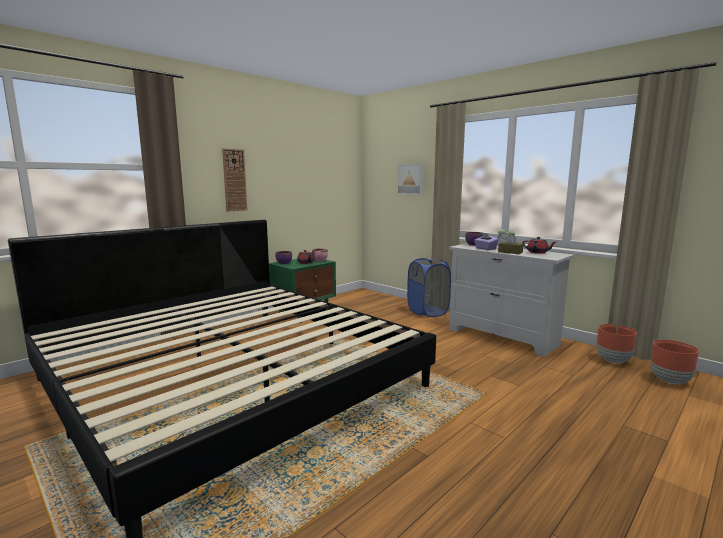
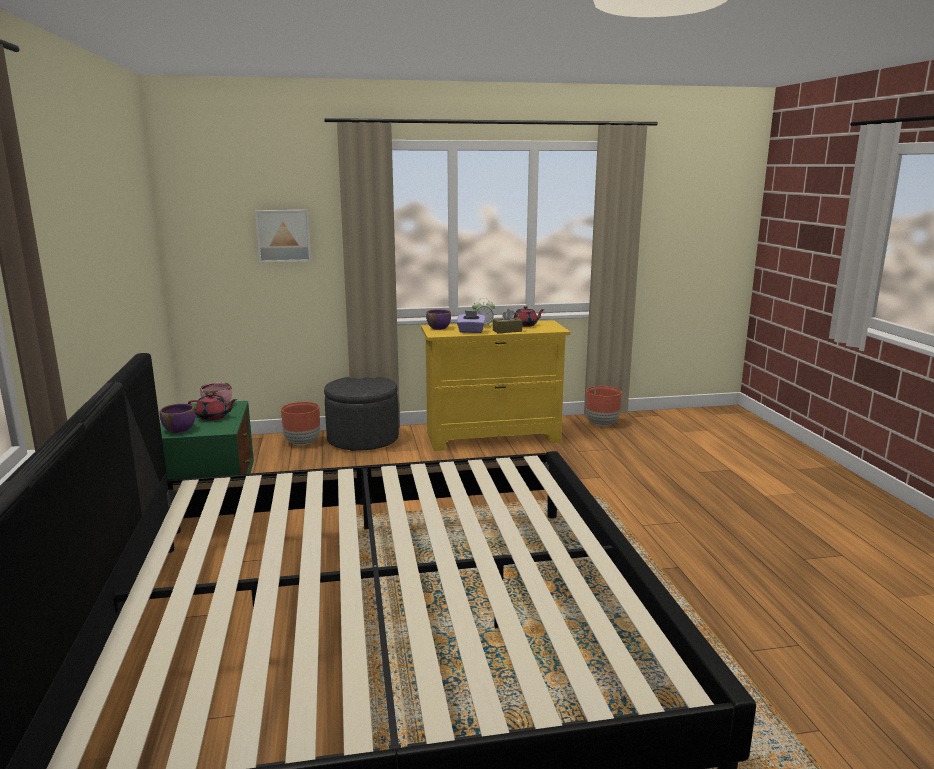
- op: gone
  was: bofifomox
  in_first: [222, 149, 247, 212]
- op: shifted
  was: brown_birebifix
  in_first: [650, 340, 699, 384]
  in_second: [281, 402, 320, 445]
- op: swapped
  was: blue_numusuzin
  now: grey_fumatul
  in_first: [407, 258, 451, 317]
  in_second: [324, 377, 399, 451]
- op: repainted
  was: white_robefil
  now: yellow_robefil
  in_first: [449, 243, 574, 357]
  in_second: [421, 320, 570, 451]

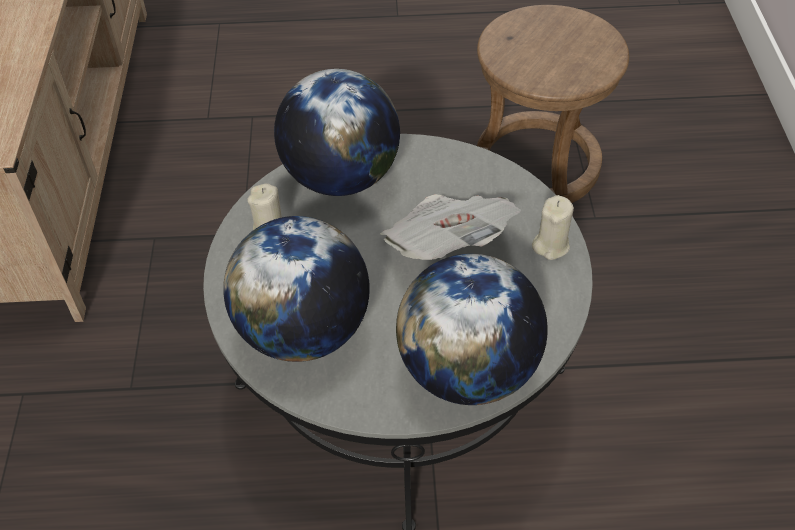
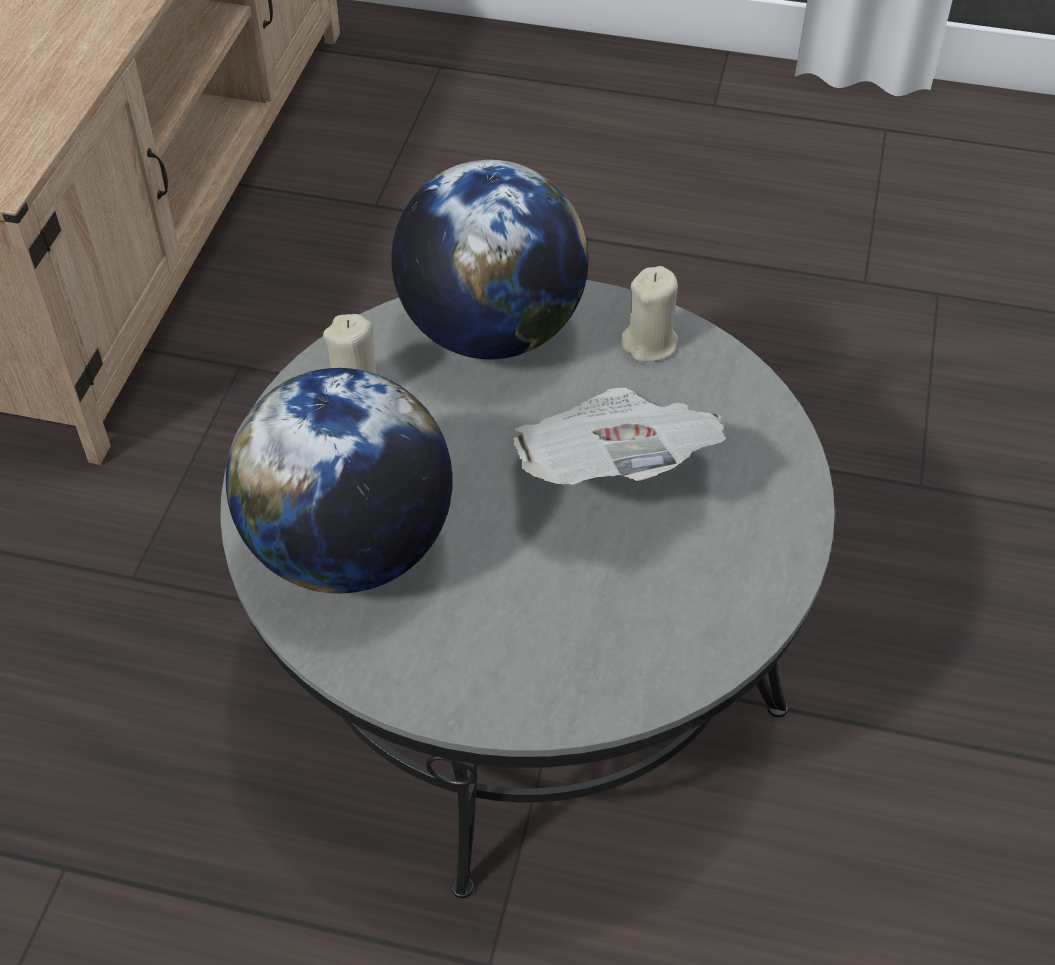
- op: gone
  was: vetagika
  in_first: [396, 254, 548, 405]
- op: gone
  was: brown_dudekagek
  in_first: [477, 5, 629, 203]
- op: shifted
  was: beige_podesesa
  in_first: [532, 195, 574, 260]
  in_second: [620, 266, 678, 362]

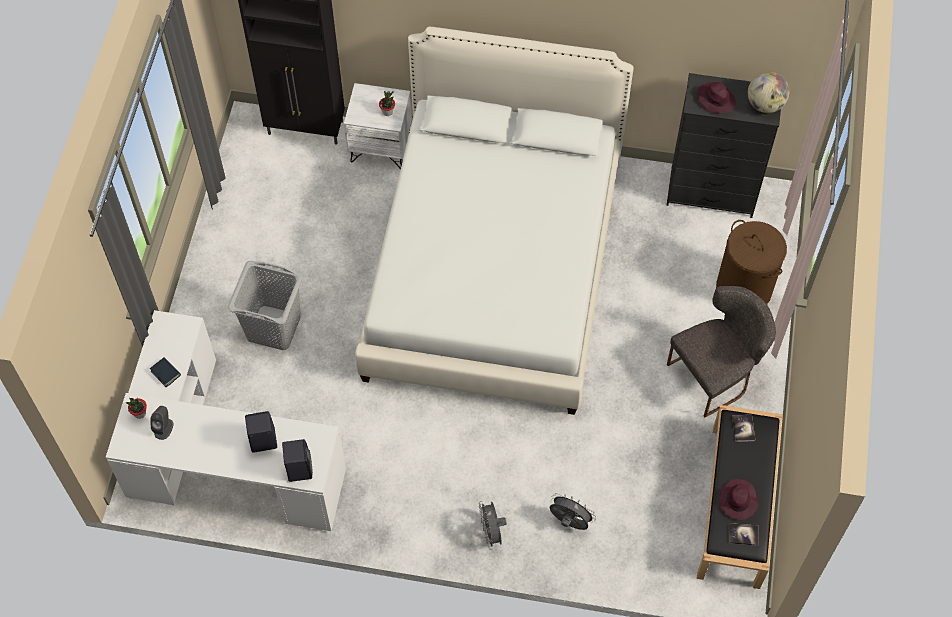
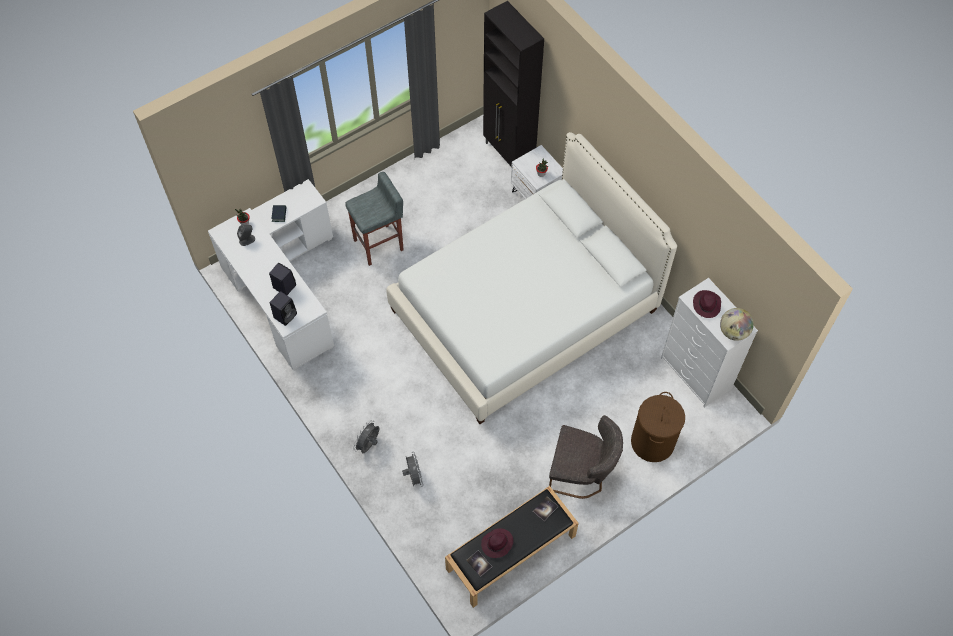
- op: swapped
  was: grey_numusuzin
  now: grey_dudekagek
  in_first: [228, 261, 303, 350]
  in_second: [345, 172, 404, 266]
- op: repainted
  was: black_robefil
  now: white_robefil
  in_first: [666, 73, 781, 218]
  in_second: [661, 278, 758, 408]

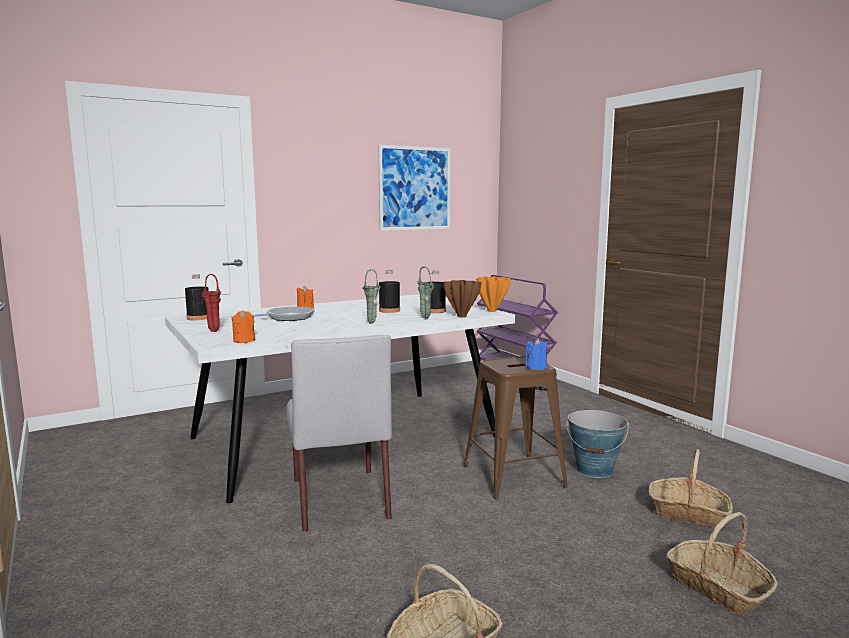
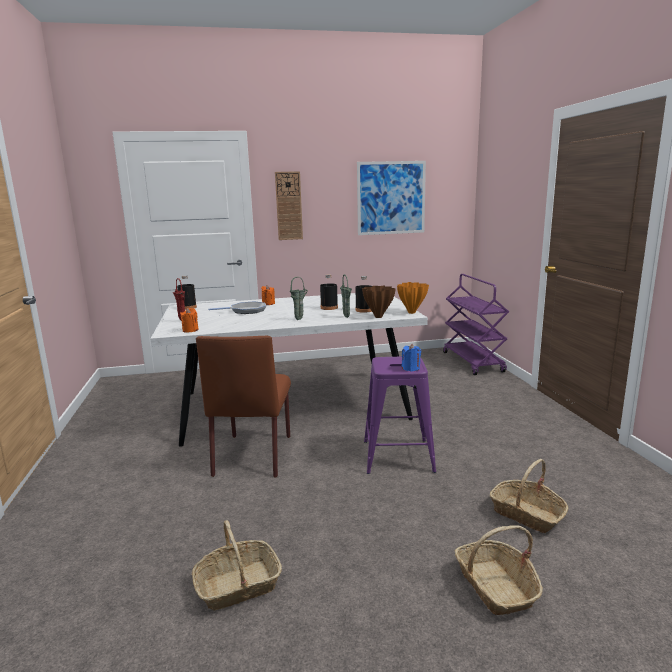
- op: gone
  was: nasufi
  in_first: [567, 410, 629, 478]
- op: new
  now: bofifomox
  in_second: [275, 171, 303, 240]
- op: repainted
  was: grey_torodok
  now: brown_torodok
  in_first: [286, 335, 392, 532]
  in_second: [196, 336, 291, 477]
- op: repainted
  was: brown_dudekagek
  now: purple_dudekagek
  in_first: [464, 356, 568, 499]
  in_second: [364, 357, 436, 474]

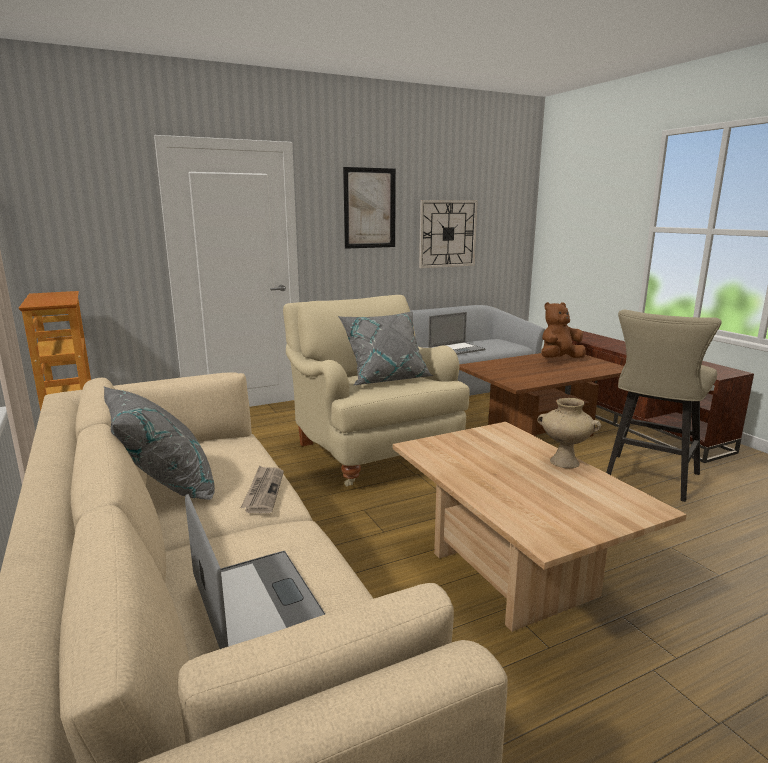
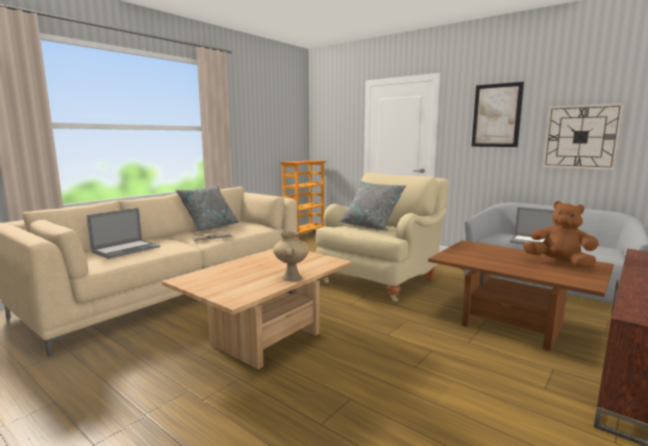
- op: gone
  was: beige_dudekagek
  in_first: [606, 310, 722, 502]

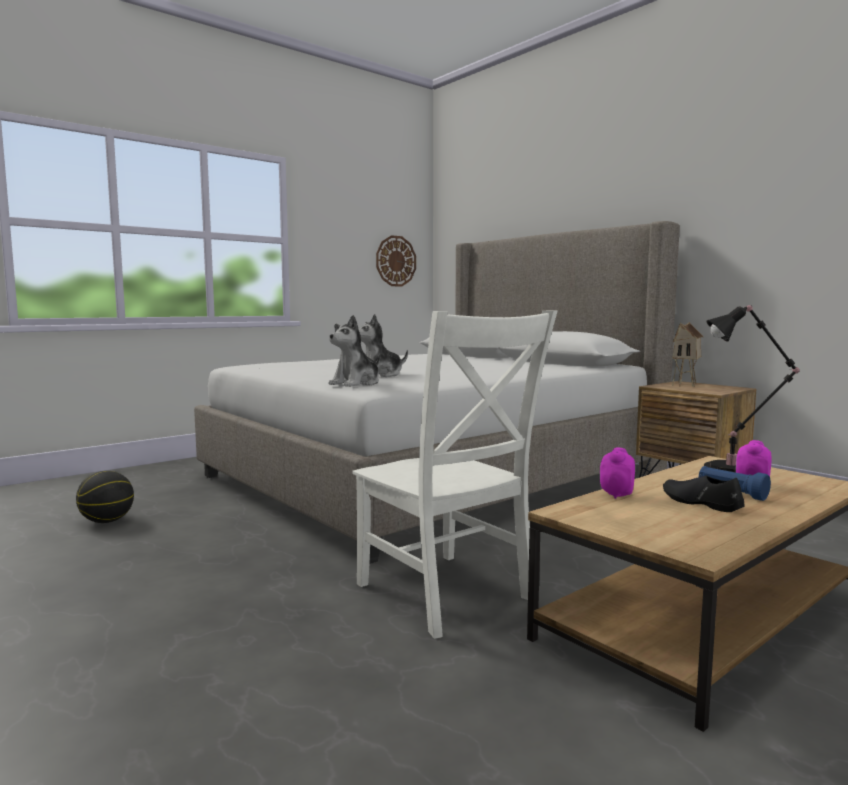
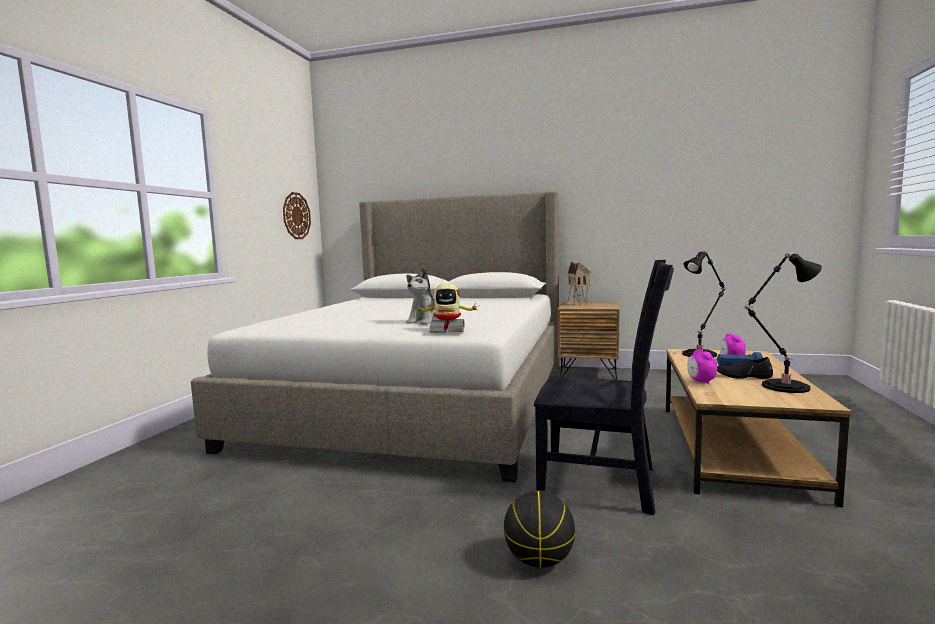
- op: new
  now: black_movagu
  in_second: [744, 253, 822, 393]
- op: shifted
  was: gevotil
  in_first: [76, 471, 134, 523]
  in_second: [504, 491, 575, 568]
- op: swapped
  was: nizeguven
  now: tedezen
  in_first: [329, 315, 380, 387]
  in_second: [416, 282, 479, 333]
- op: repainted
  was: white_torodok
  now: black_torodok
  in_first: [352, 311, 557, 639]
  in_second: [534, 260, 674, 515]

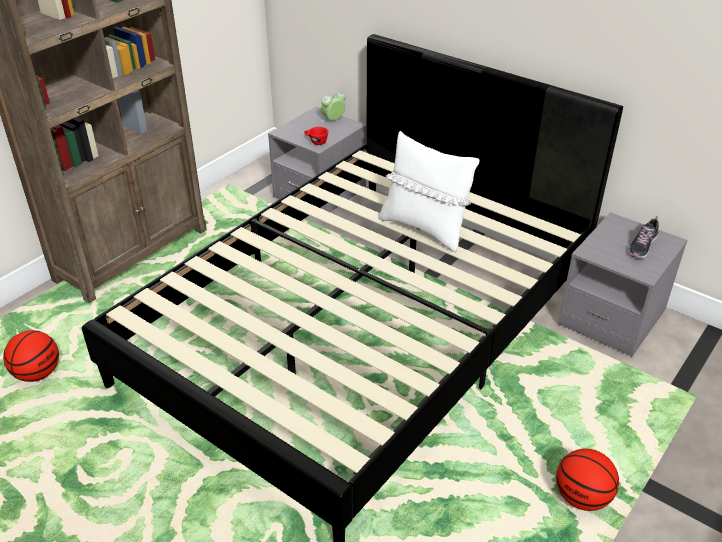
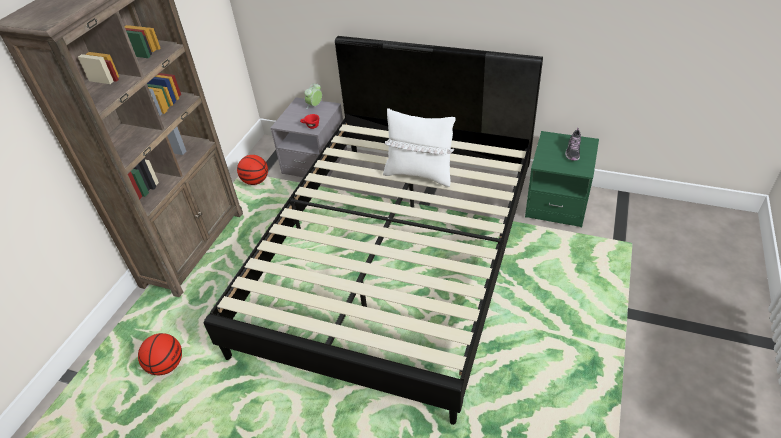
- op: shifted
  was: gevotil
  in_first: [556, 449, 619, 511]
  in_second: [237, 155, 268, 185]
- op: repainted
  was: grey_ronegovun
  now: green_ronegovun
  in_first: [558, 212, 688, 357]
  in_second: [525, 131, 599, 227]

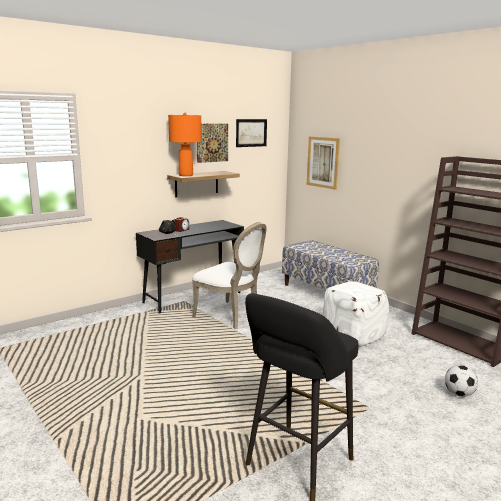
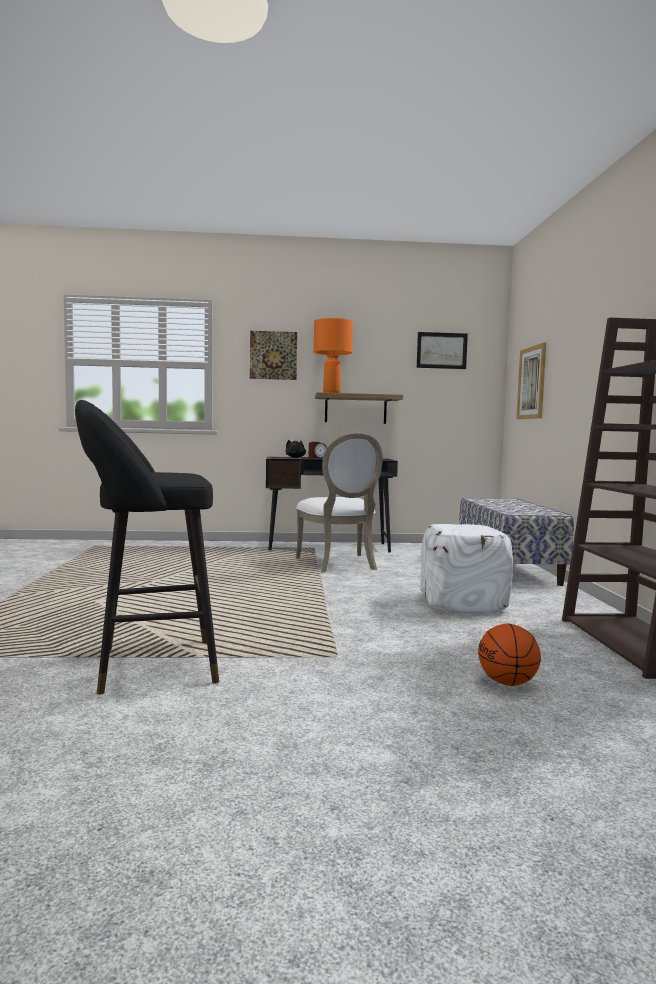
- op: shifted
  was: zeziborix
  in_first: [197, 124, 228, 163]
  in_second: [250, 331, 297, 380]
- op: swapped
  was: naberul
  now: gevotil
  in_first: [445, 365, 478, 397]
  in_second: [478, 624, 541, 686]

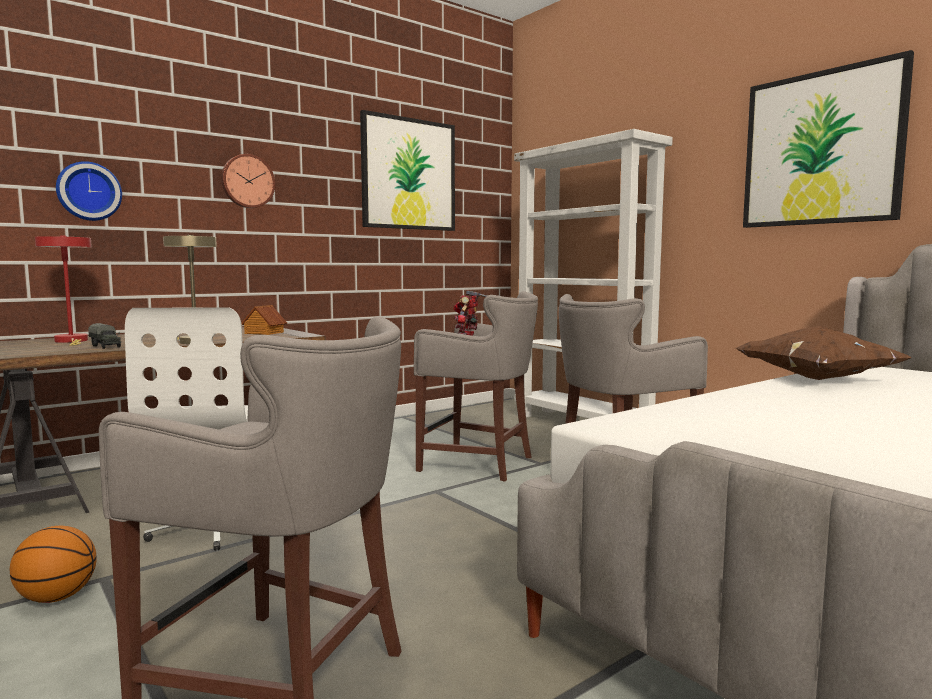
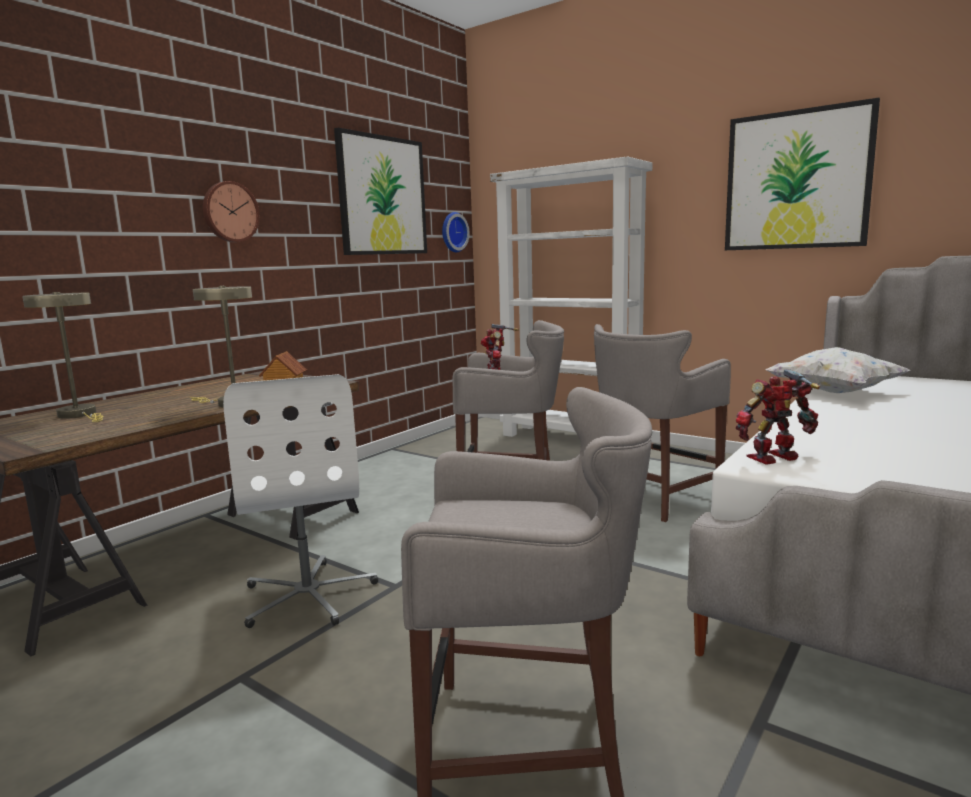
- op: gone
  was: gevotil
  in_first: [10, 526, 97, 603]
- op: gone
  was: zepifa
  in_first: [88, 323, 121, 349]
- op: new
  now: tedezen
  in_second: [736, 369, 820, 465]
- op: shifted
  was: bofifomox
  in_first: [56, 161, 122, 221]
  in_second: [442, 212, 469, 252]
- op: repainted
  was: red_movagu
  now: beige_movagu
  in_first: [35, 236, 92, 346]
  in_second: [22, 292, 104, 422]
- op: repainted
  was: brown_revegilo
  now: white_revegilo
  in_first: [735, 326, 911, 380]
  in_second: [766, 347, 911, 393]

